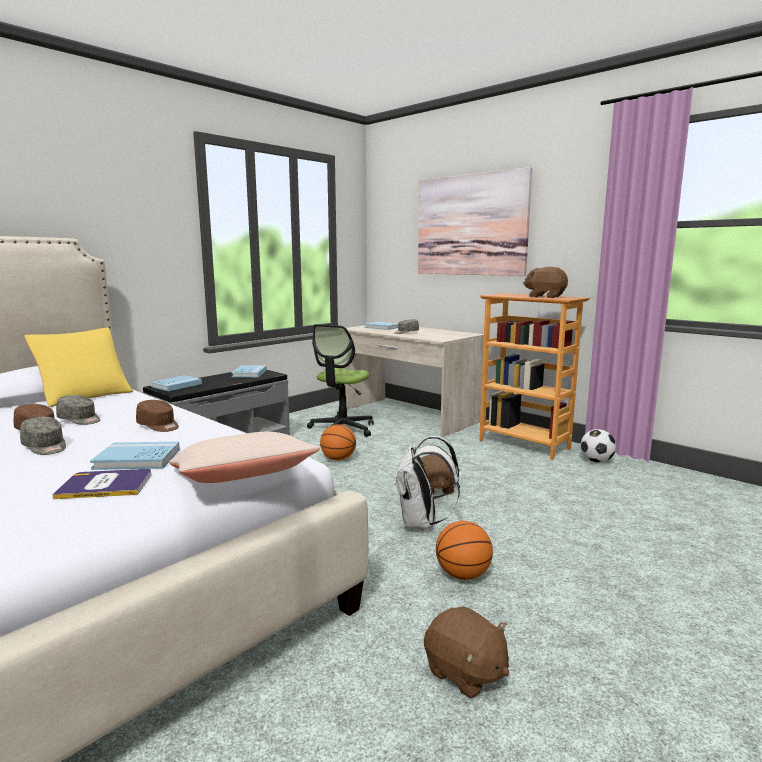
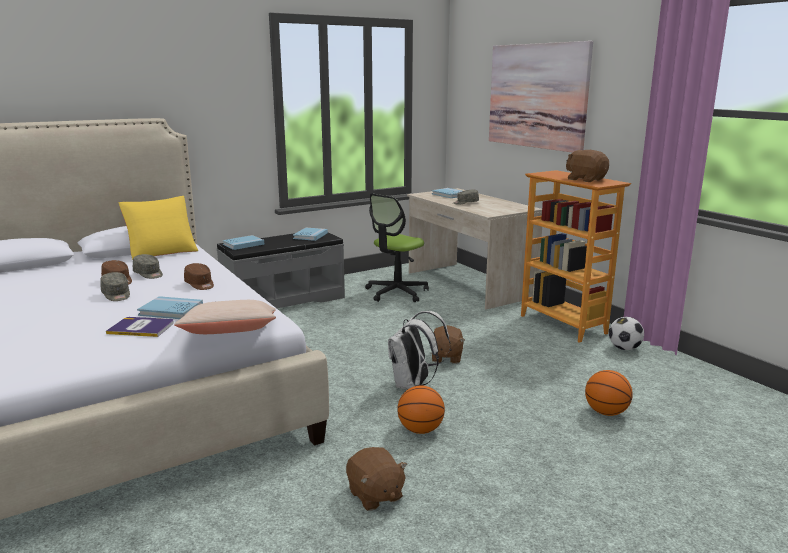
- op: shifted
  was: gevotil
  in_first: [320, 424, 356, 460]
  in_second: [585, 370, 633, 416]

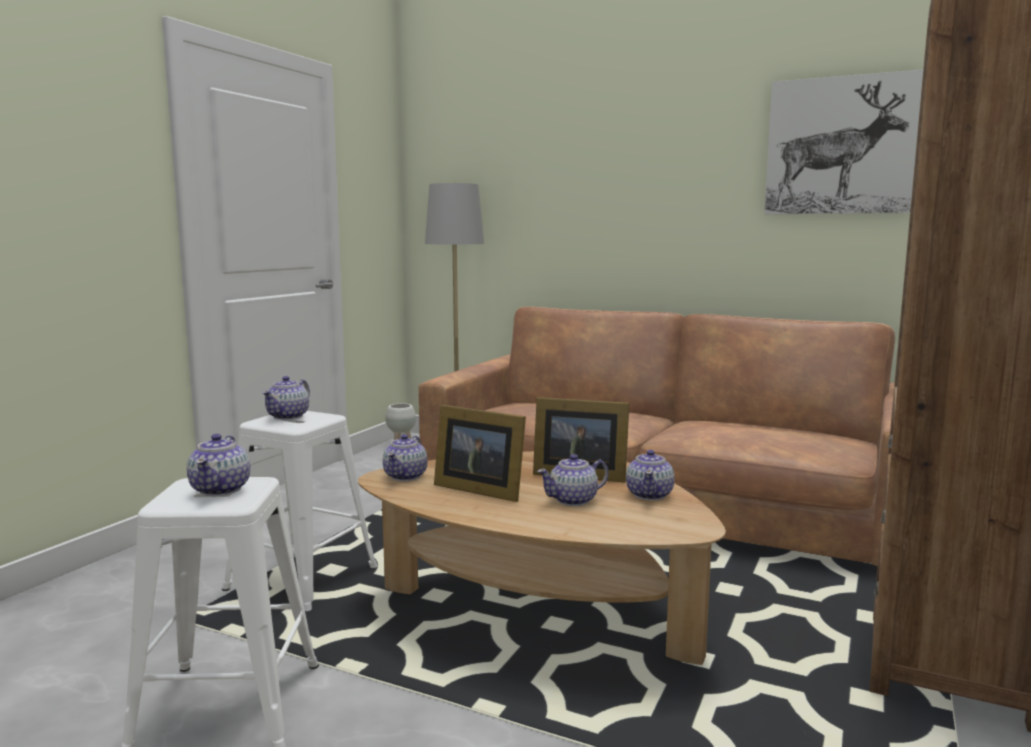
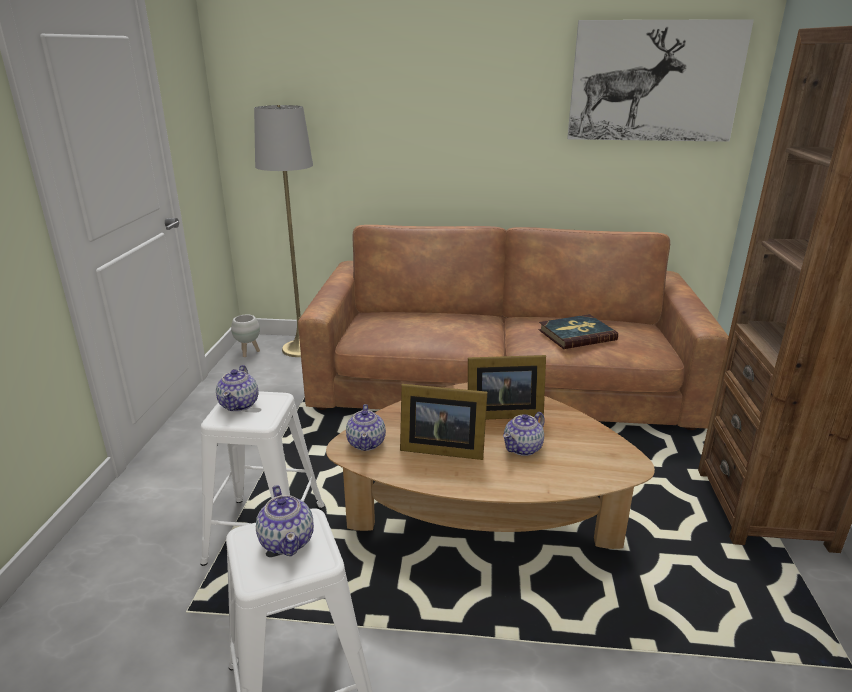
- op: gone
  was: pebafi
  in_first: [626, 450, 675, 500]
- op: new
  now: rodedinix
  in_second: [539, 314, 618, 349]

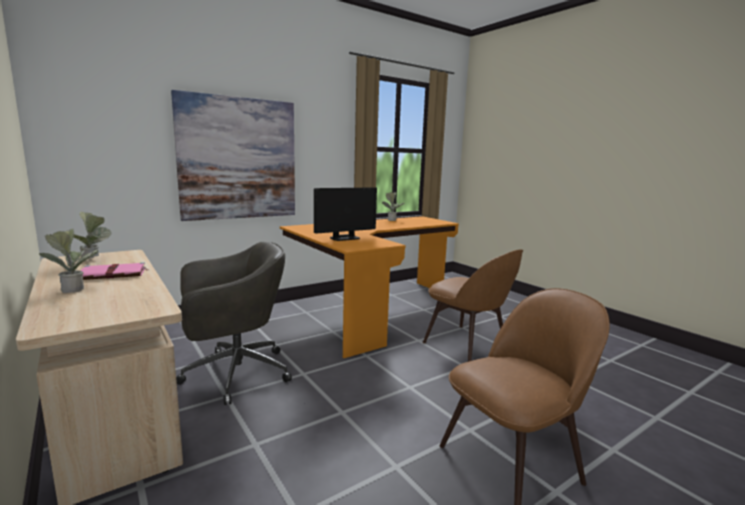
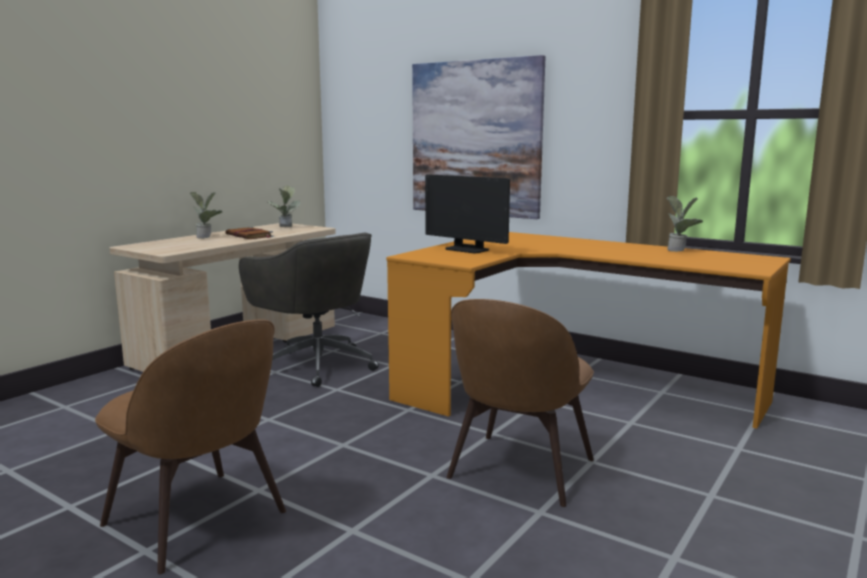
- op: repainted
  was: pink_rodedinix
  now: brown_rodedinix
  in_first: [81, 262, 149, 280]
  in_second: [225, 227, 274, 239]

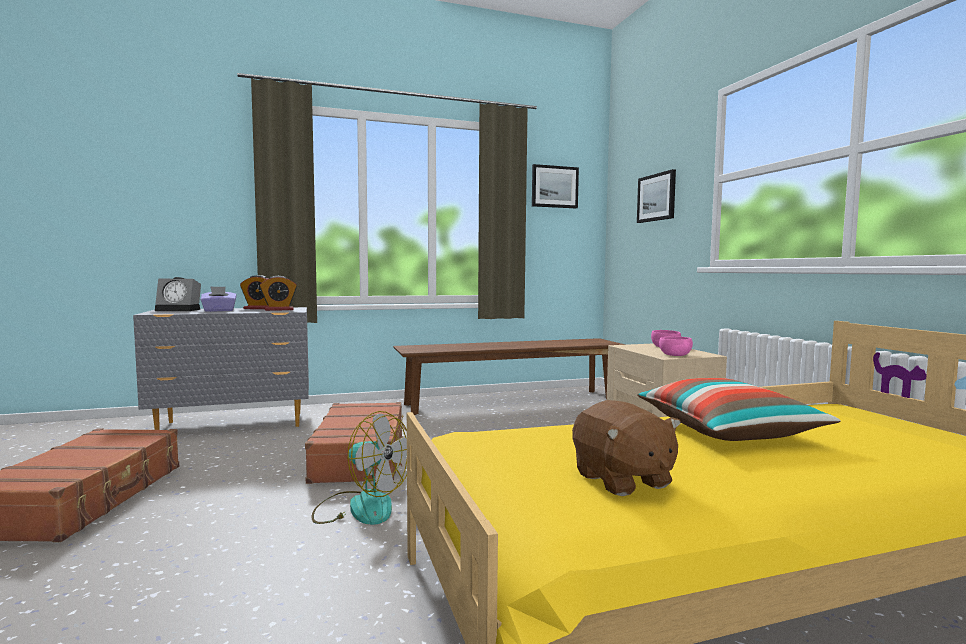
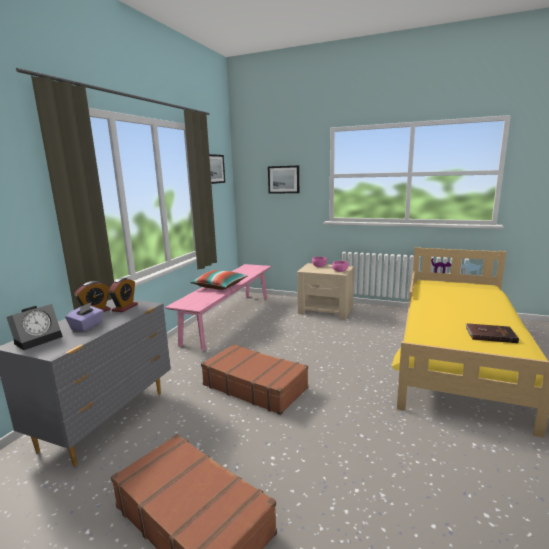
- op: gone
  was: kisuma
  in_first: [312, 411, 407, 525]
- op: shifted
  was: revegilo
  in_first: [637, 378, 841, 441]
  in_second: [190, 270, 248, 290]
- op: swapped
  was: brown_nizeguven
  now: brown_rodedinix
  in_first: [572, 400, 681, 496]
  in_second: [466, 323, 519, 343]
- op: repainted
  was: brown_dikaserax
  now: pink_dikaserax
  in_first: [393, 338, 625, 415]
  in_second: [165, 264, 271, 351]

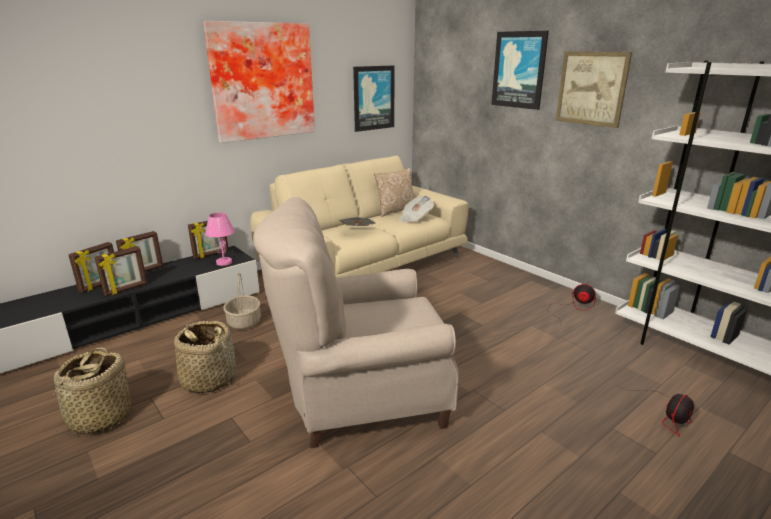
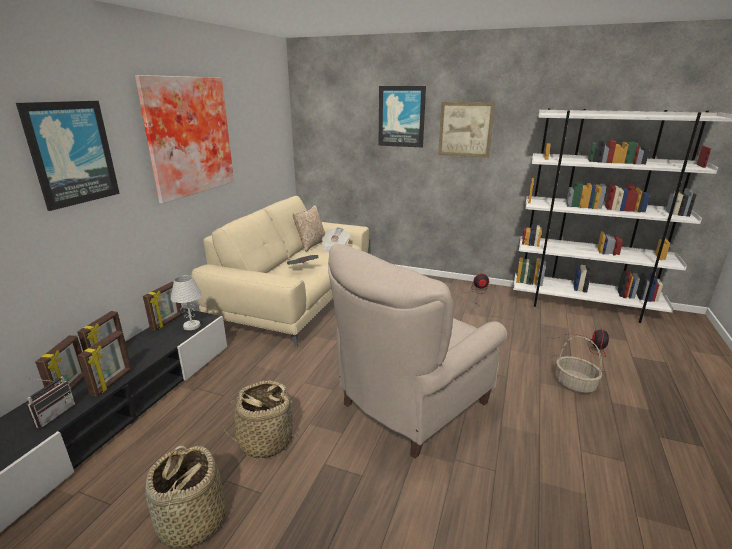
- op: new
  now: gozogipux
  in_second: [26, 376, 75, 428]
- op: shifted
  was: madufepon
  in_first: [223, 273, 261, 330]
  in_second: [555, 336, 602, 394]
- op: shifted
  was: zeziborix
  in_first: [353, 65, 395, 132]
  in_second: [16, 101, 120, 211]
- op: repainted
  was: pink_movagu
  now: white_movagu
  in_first: [205, 212, 235, 266]
  in_second: [170, 275, 202, 330]

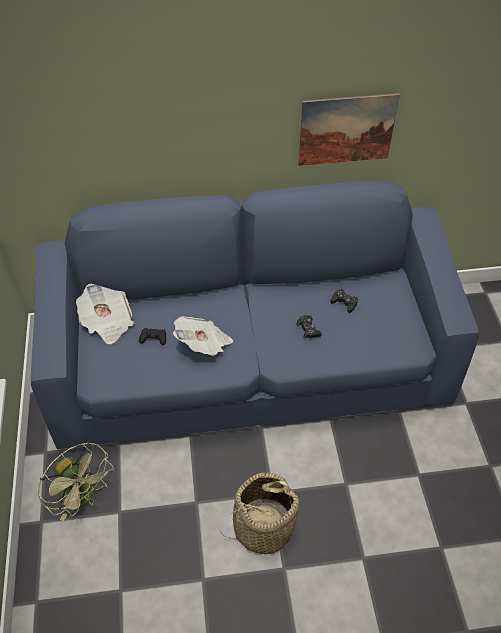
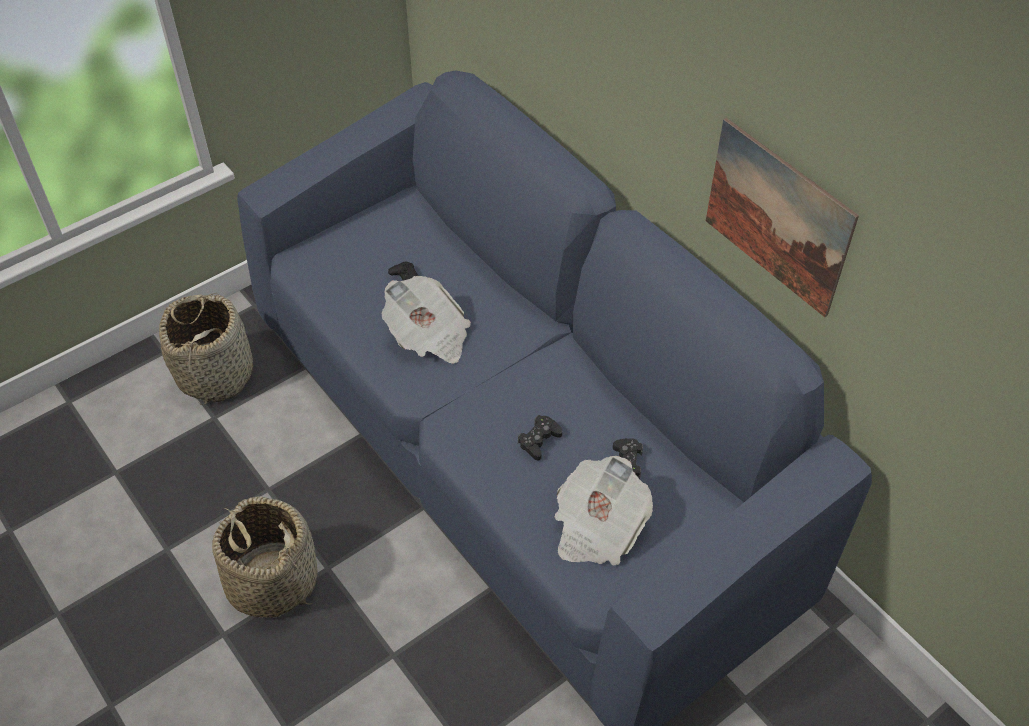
- op: shifted
  was: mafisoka
  in_first: [76, 283, 134, 344]
  in_second: [554, 456, 653, 566]
- op: swapped
  was: green_kisuma
  now: madufepon
  in_first: [38, 442, 114, 521]
  in_second: [159, 293, 253, 405]

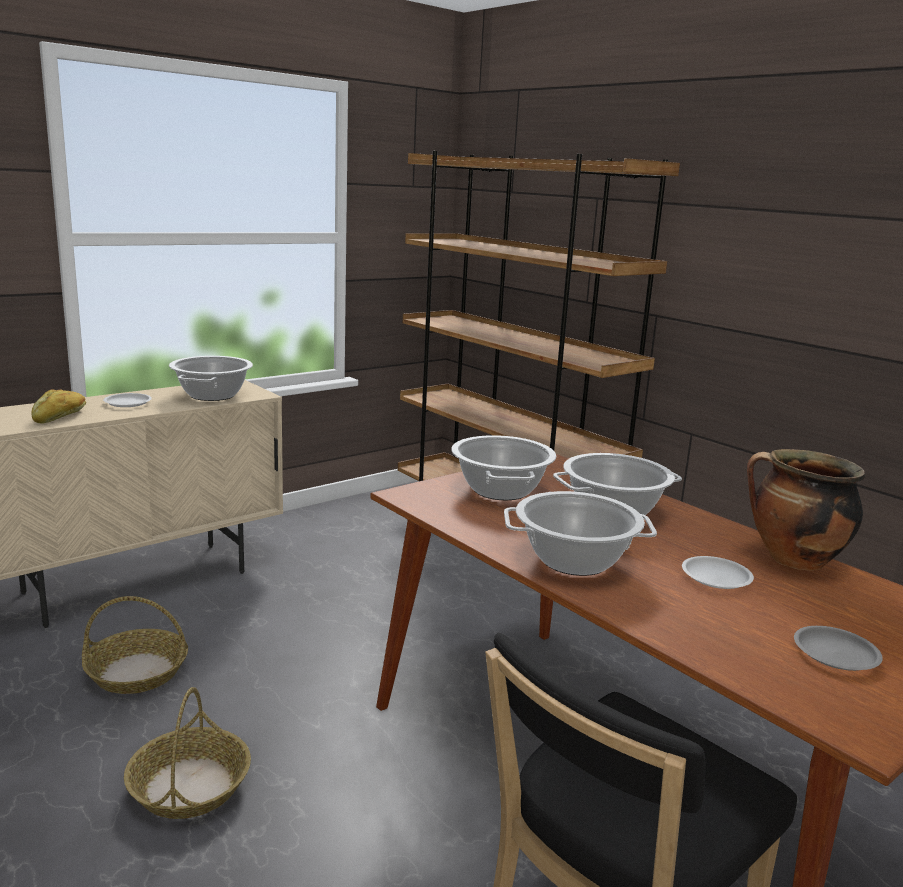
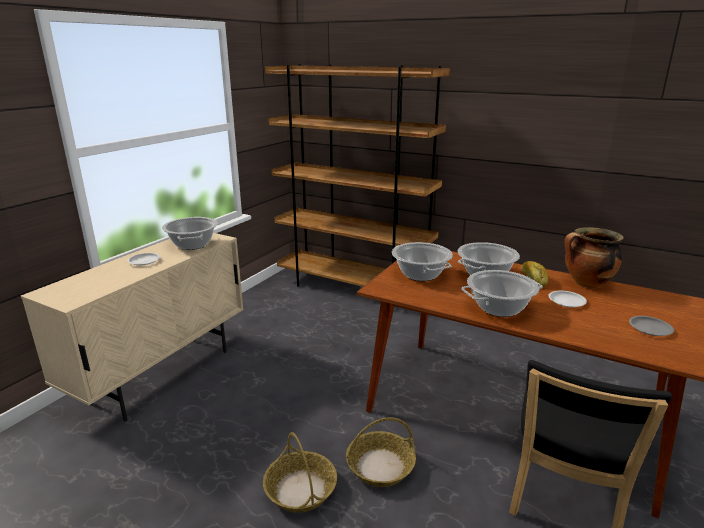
- op: shifted
  was: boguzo
  in_first: [31, 389, 86, 424]
  in_second: [521, 261, 548, 287]
- op: shifted
  was: madufepon
  in_first: [82, 596, 188, 694]
  in_second: [346, 417, 416, 487]

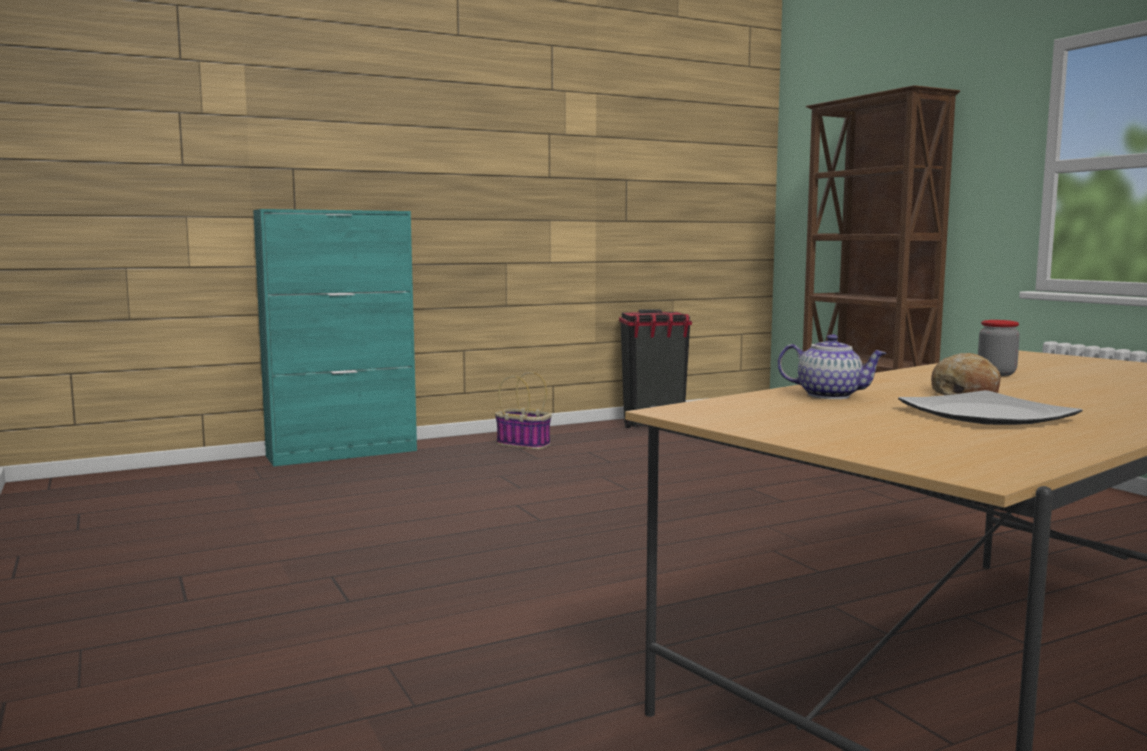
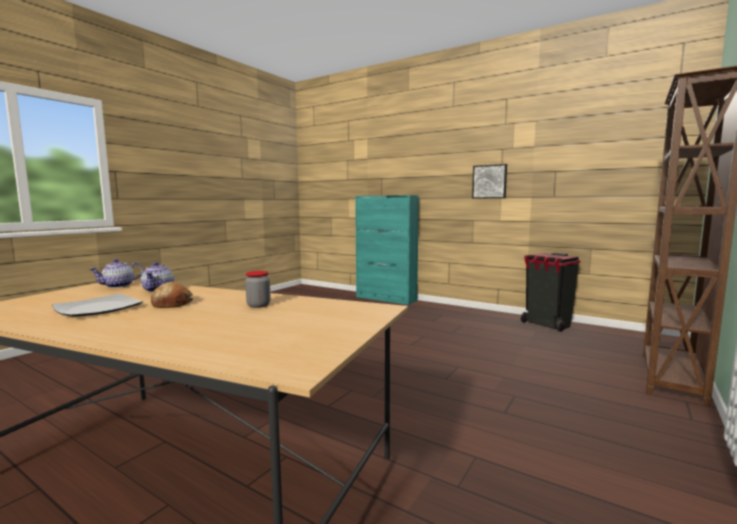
- op: gone
  was: madufepon
  in_first: [495, 372, 552, 450]
- op: new
  now: pebafi
  in_second: [90, 259, 143, 288]
- op: new
  now: zeziborix
  in_second: [472, 164, 507, 198]

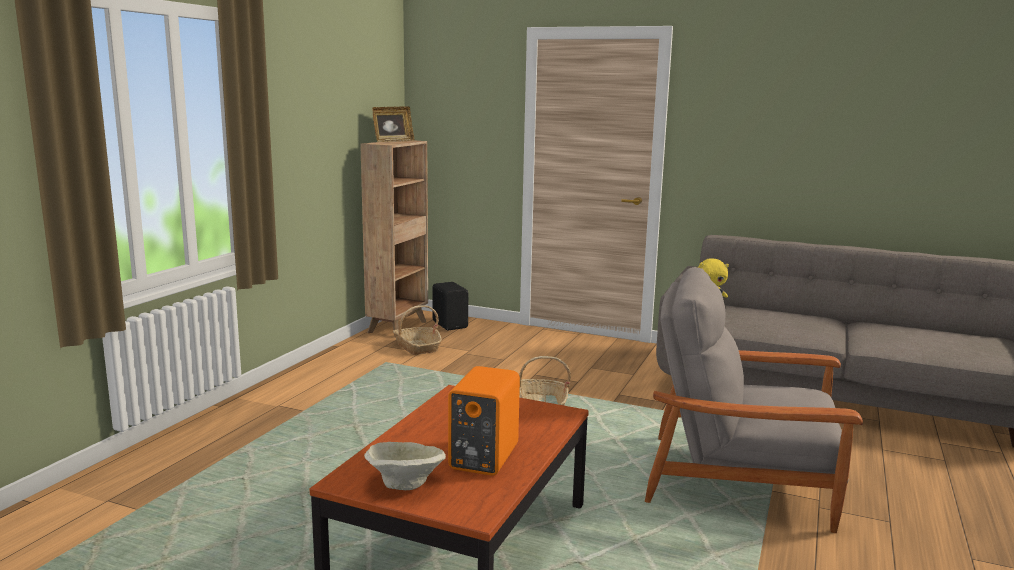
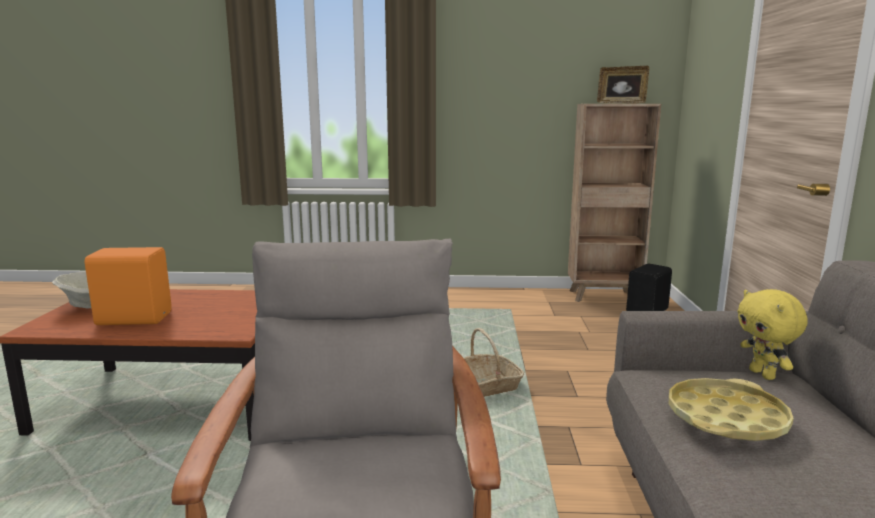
- op: gone
  was: madufepon
  in_first: [393, 305, 442, 355]
- op: new
  now: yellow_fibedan
  in_second: [669, 378, 794, 441]

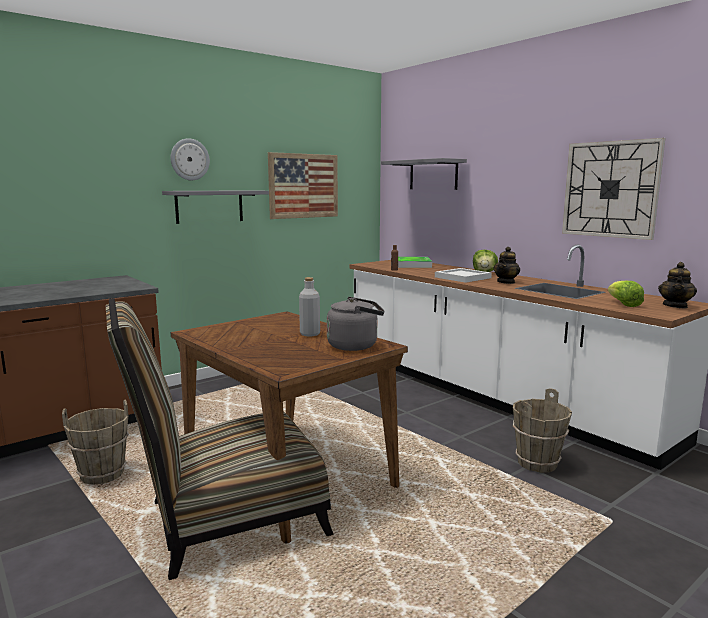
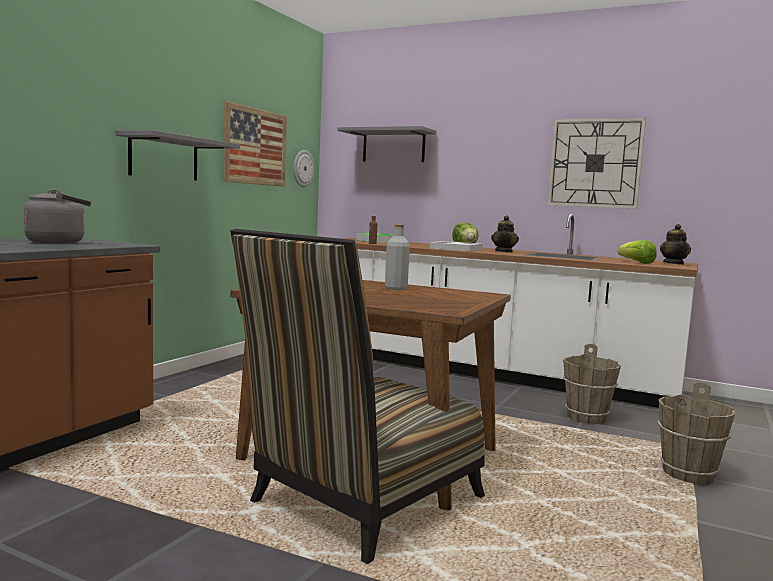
- op: shifted
  was: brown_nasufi
  in_first: [62, 399, 129, 485]
  in_second: [657, 382, 735, 485]
- op: shifted
  was: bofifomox
  in_first: [171, 138, 210, 180]
  in_second: [293, 150, 315, 187]
- op: shifted
  was: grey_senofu
  in_first: [327, 297, 384, 351]
  in_second: [23, 189, 91, 244]

